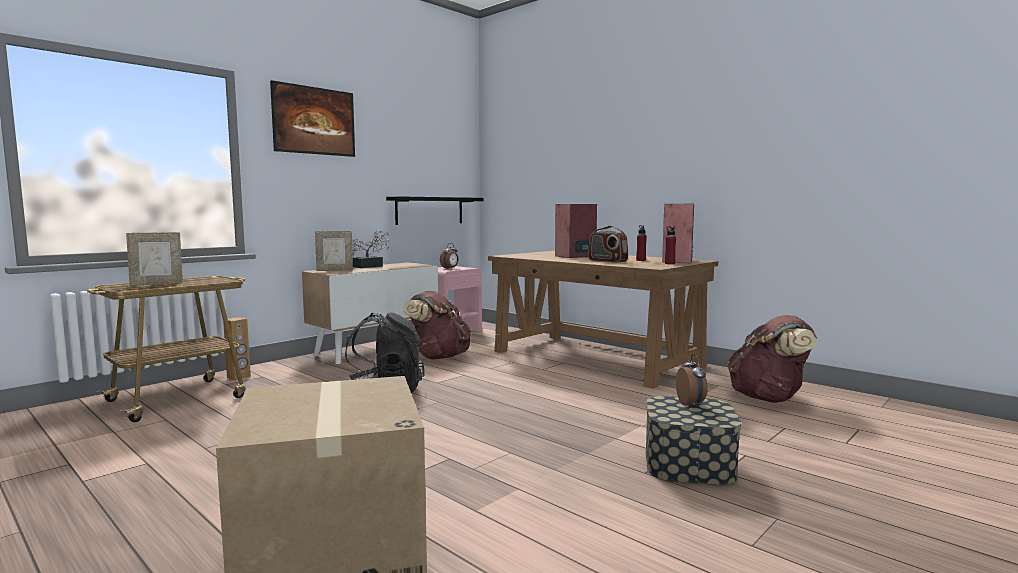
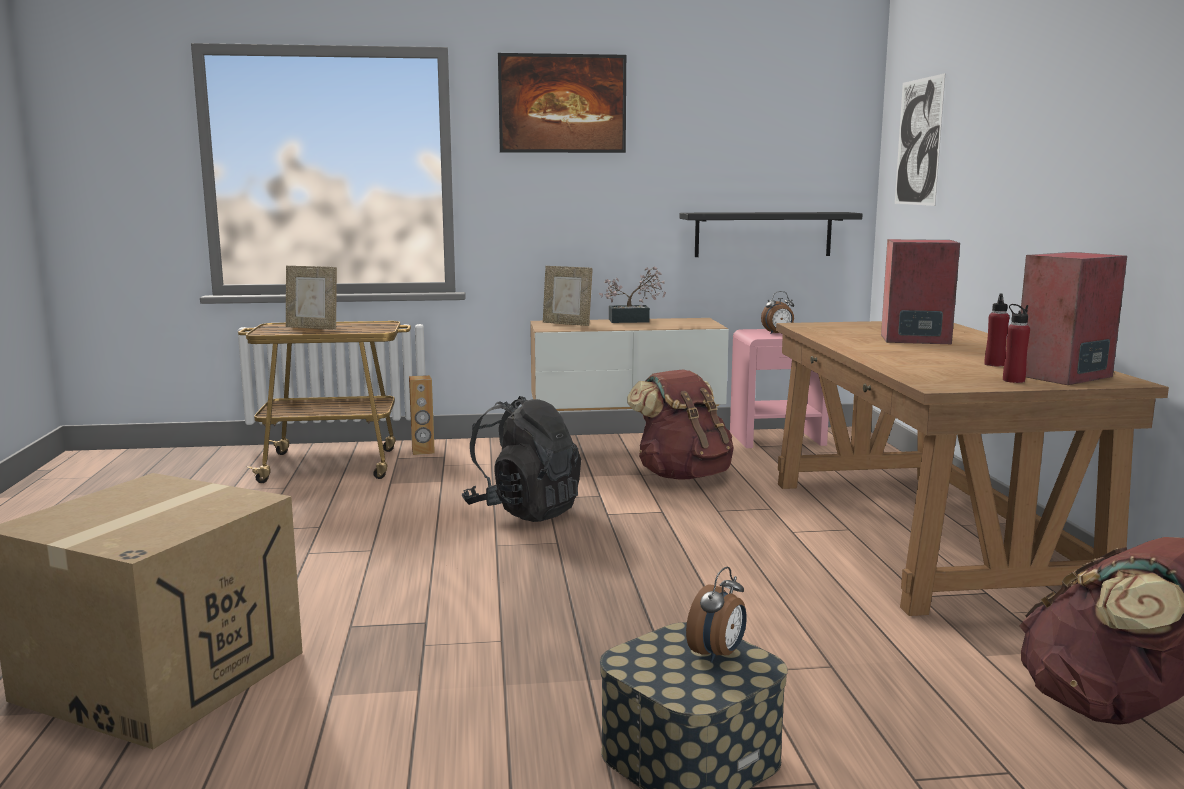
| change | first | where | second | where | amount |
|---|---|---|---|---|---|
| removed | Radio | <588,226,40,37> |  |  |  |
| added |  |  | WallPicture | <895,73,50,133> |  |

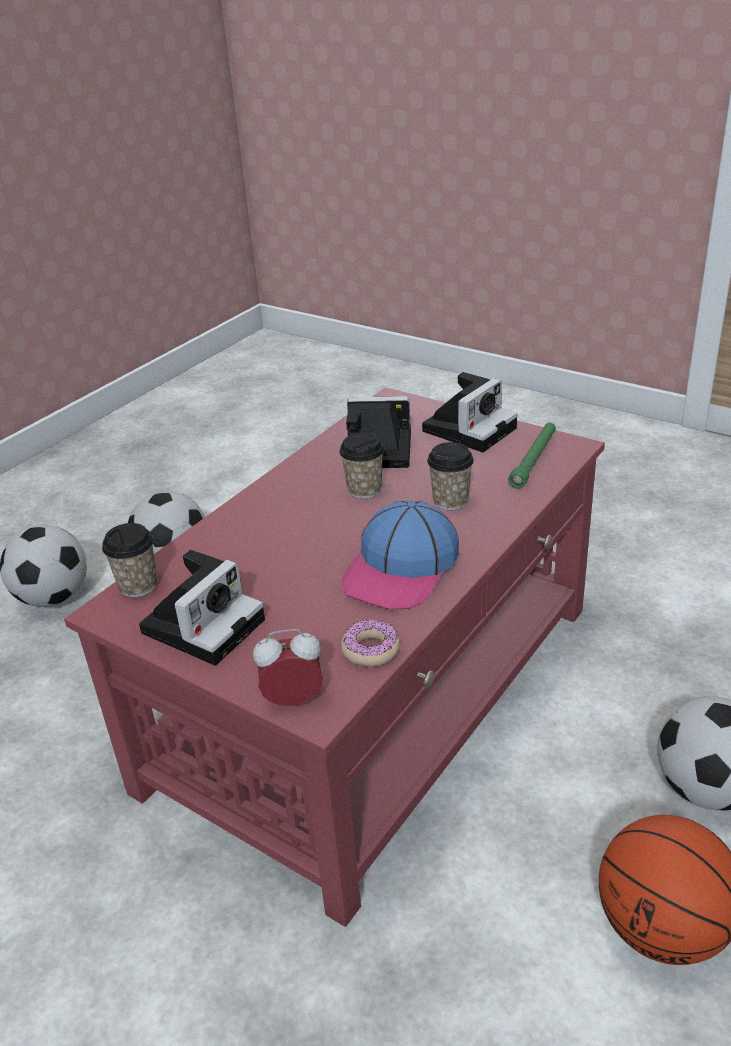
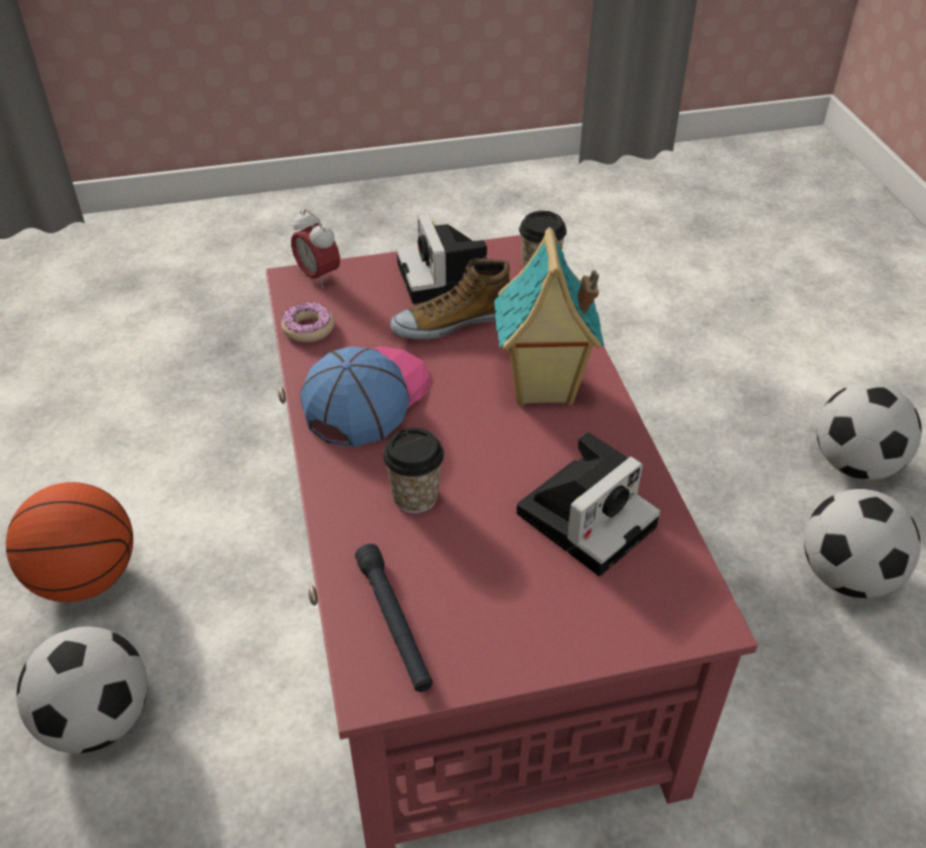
| change | first | where | second | where | amount |
|---|---|---|---|---|---|
| removed | DrinkingCup | <339,433,45,66> |  |  |  |
| removed | StillCamera | <422,372,96,81> |  |  |  |
| added |  |  | Shoe | <390,258,120,82> |  |
| added |  |  | ModelHouse | <494,228,110,179> |  |
| recoloured | GreenHandTorch | <508,423,48,66> | BlackishHandTorch | <355,544,78,148> |  |
| turned | AlarmClock | <253,629,70,77> |  | <291,209,49,80> | 105 degrees clockwise |
| turned | BaseballCap | <341,500,118,110> |  | <300,346,130,101> | 45 degrees clockwise |

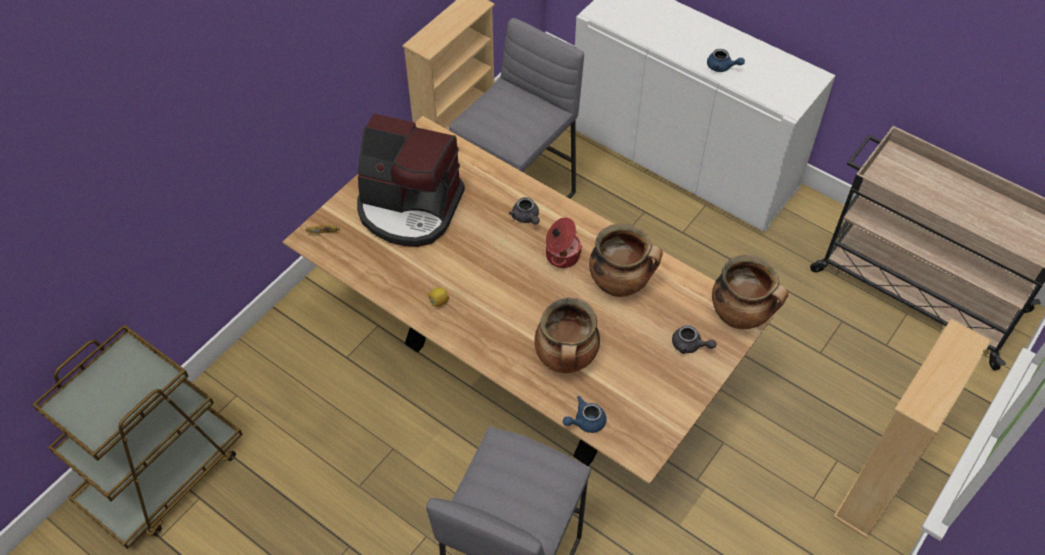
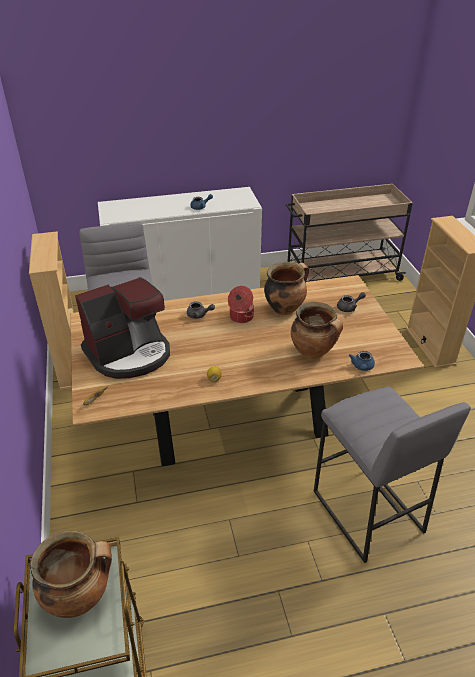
| change | first | where | second | where | amount |
|---|---|---|---|---|---|
| moved | Saucepot | <712,255,76,74> |  | <30,531,82,87> |  |

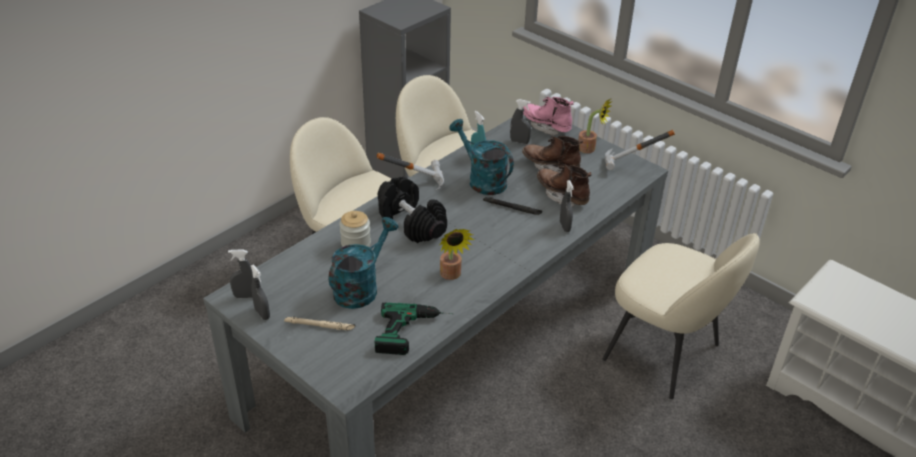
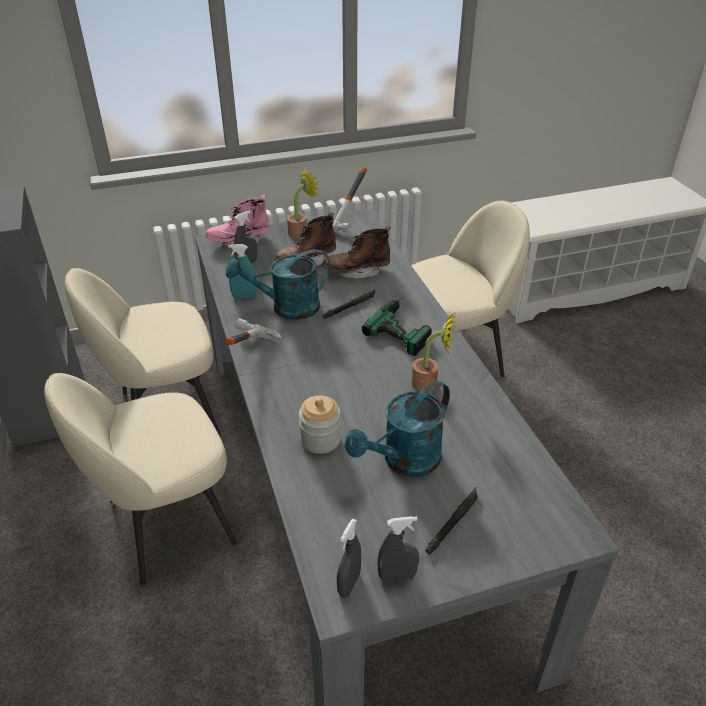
| change | first | where | second | where | amount |
|---|---|---|---|---|---|
| removed | BlackishFreeWeight | <378,176,69,67> |  |  |  |
| removed | GreySprayer | <560,180,14,52> |  |  |  |
| moved | PowerDrill | <375,303,78,52> |  | <362,295,70,61> |  |
| recoloured | BeigeHandTorch | <284,317,71,13> | BlackishHandTorch | <425,487,53,69> |  |
| turned | TurquoiseColouredSprinklingCan | <328,217,71,92> |  | <345,381,105,96> | 105 degrees counterclockwise |

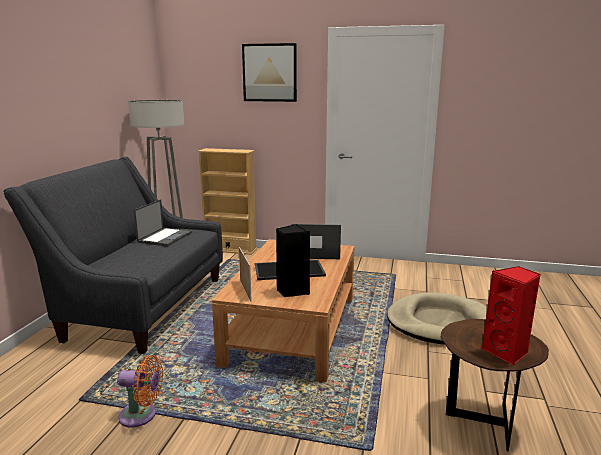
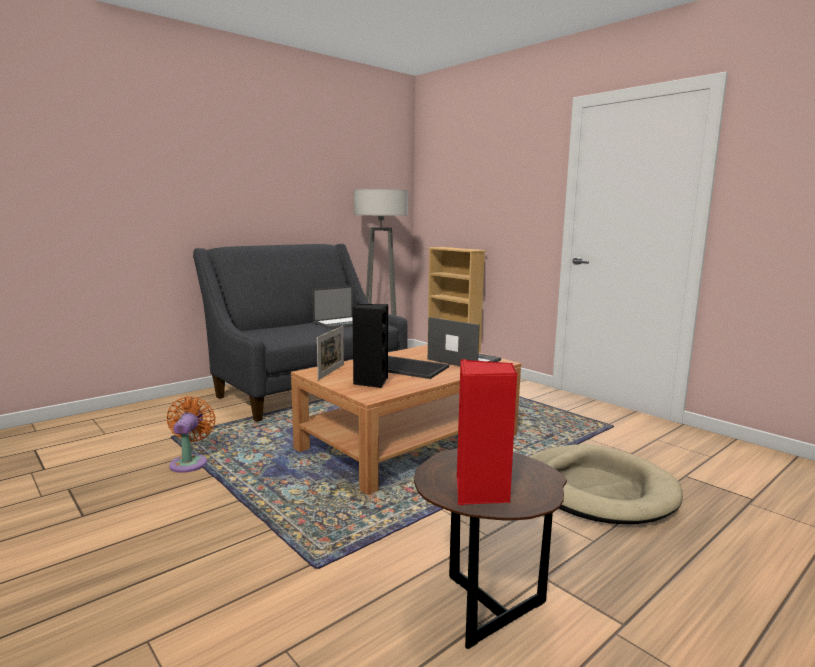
| change | first | where | second | where | amount |
|---|---|---|---|---|---|
| removed | WallPicture | <242,43,55,59> |  |  |  |
| turned | OrangeyFan | <117,355,46,72> |  | <167,396,48,77> | 135 degrees counterclockwise |

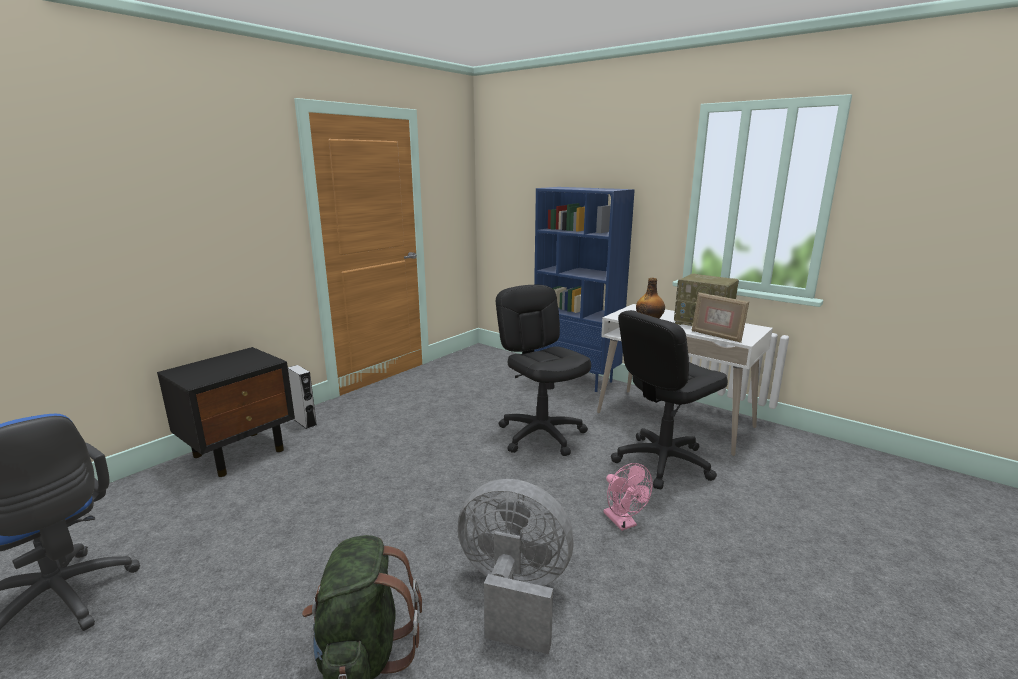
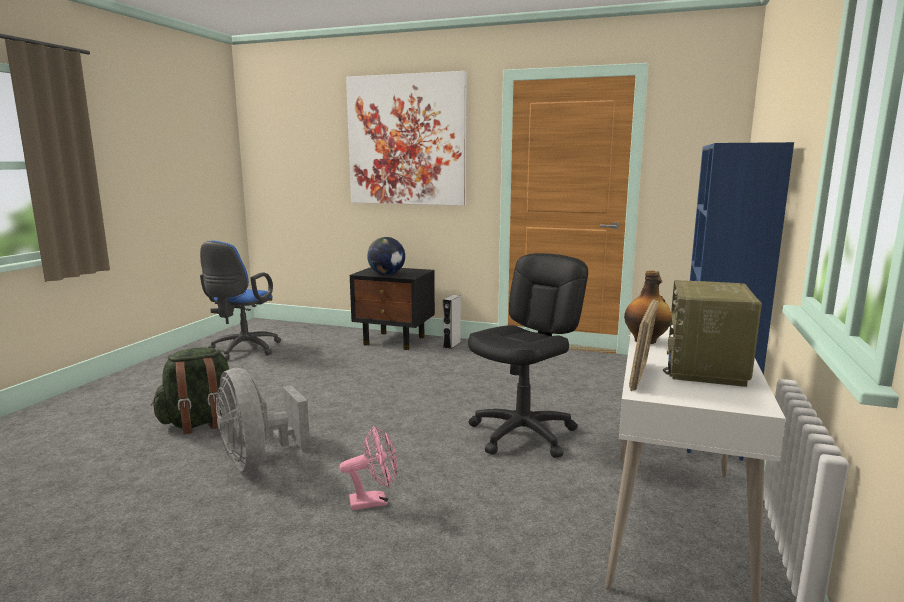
| change | first | where | second | where | amount |
|---|---|---|---|---|---|
| removed | BlackishOfficeChair | <611,310,117,179> |  |  |  |
| added |  |  | WallPicture | <346,71,121,135> |  |
| added |  |  | DeskGlobe | <367,237,38,38> |  |
| turned | GreyFan | <458,479,116,175> |  | <216,368,94,103> | 150 degrees clockwise |
| turned | PinkColouredFan | <604,463,49,68> |  | <340,426,58,84> | 150 degrees counterclockwise |

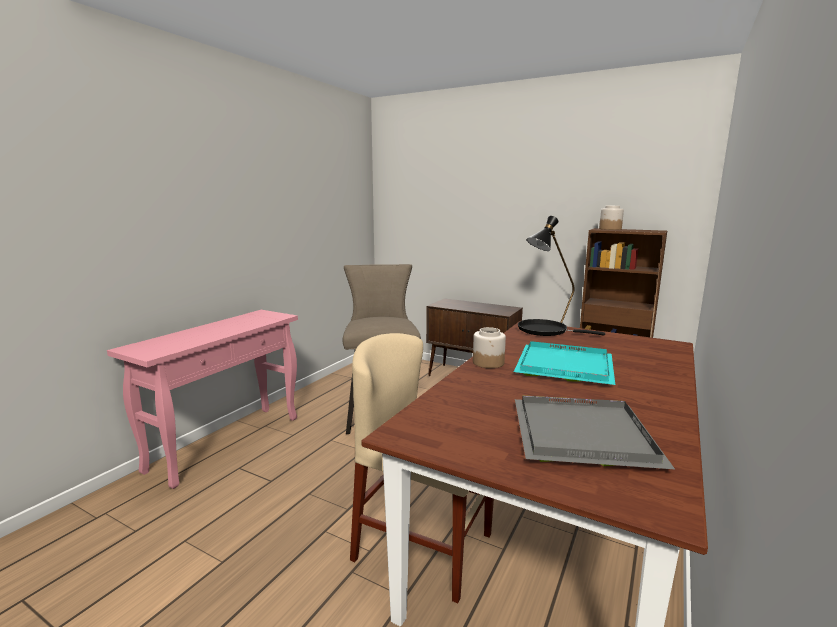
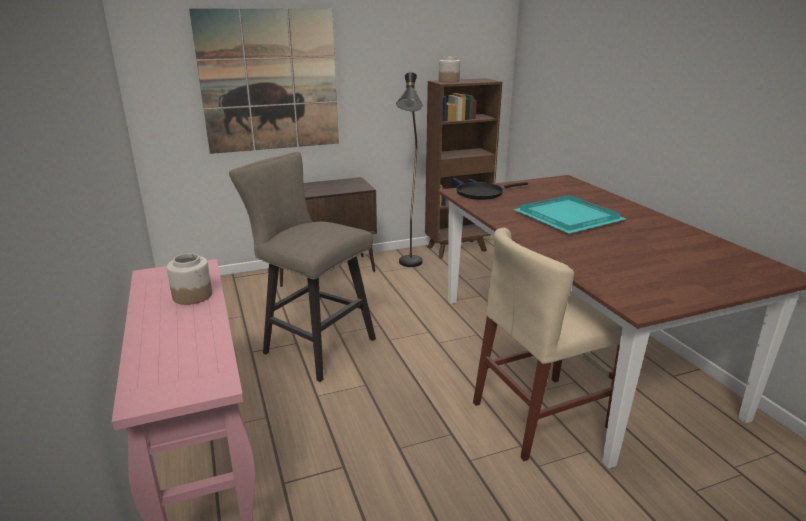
| change | first | where | second | where | amount |
|---|---|---|---|---|---|
| removed | GreyCarryingTray | <515,396,160,73> |  |  |  |
| added |  |  | WallPicture | <189,9,150,145> |  |
| moved | Jar | <473,327,33,41> |  | <167,253,45,52> |  |

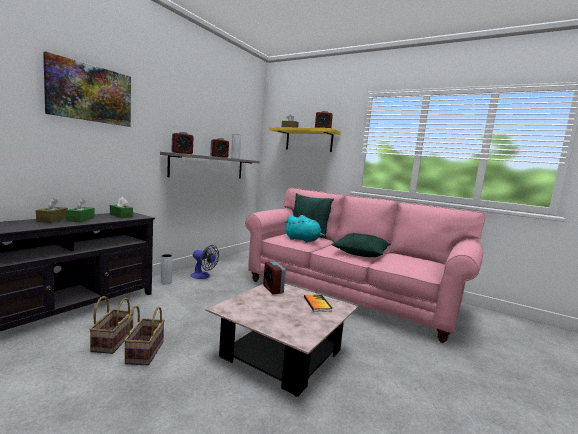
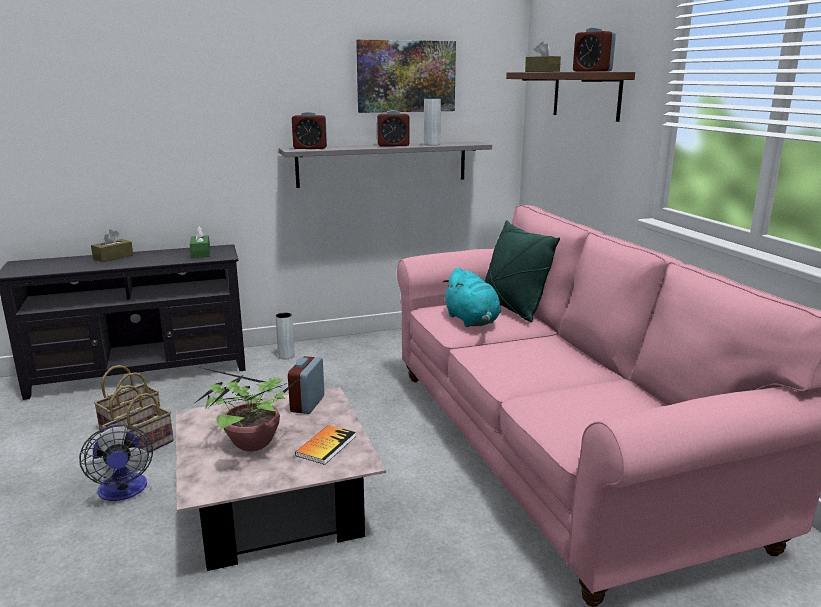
| change | first | where | second | where | amount |
|---|---|---|---|---|---|
| removed | GreenBoxOfTissues | <66,199,29,23> |  |  |  |
| removed | GreenPillow | <331,233,60,24> |  |  |  |
| added |  |  | PlantInAPot | <195,367,114,84> |  |
| moved | WallPicture | <43,51,88,76> |  | <356,39,100,74> |  |
| moved | Fan | <190,245,29,34> |  | <79,424,74,77> |  |
| recoloured | YellowishWallShelf | <269,127,72,25> | BrownWallShelf | <506,72,129,50> |  |

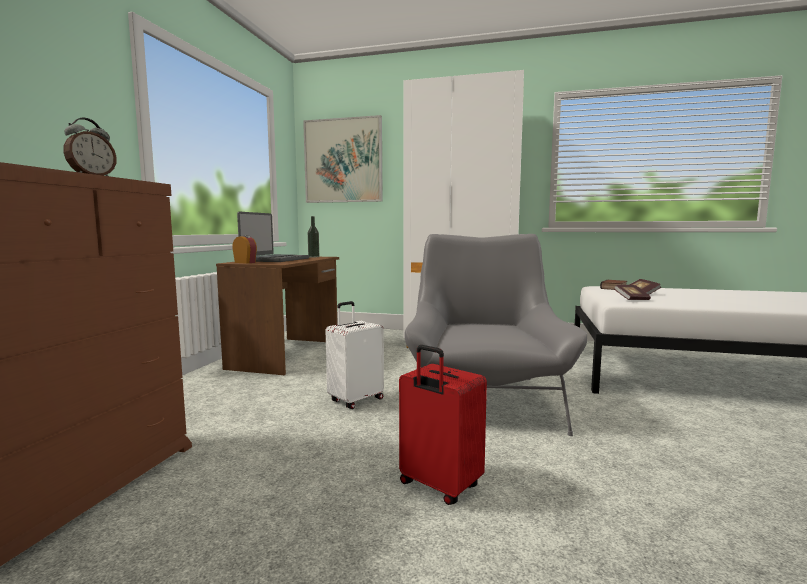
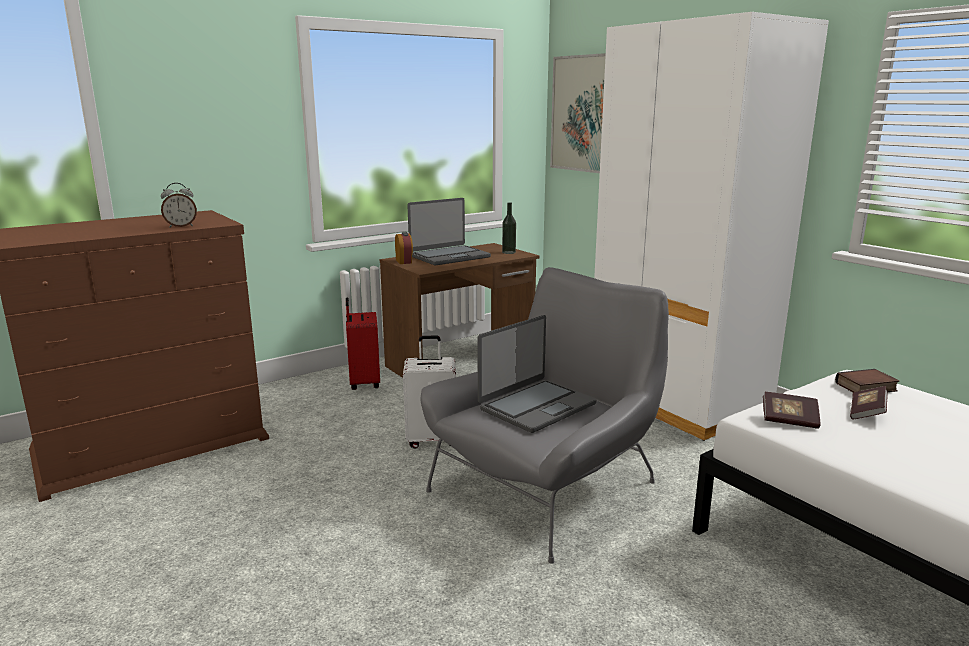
| change | first | where | second | where | amount |
|---|---|---|---|---|---|
| added |  |  | NotebookComputer | <478,315,118,118> |  |
| moved | ReddishTravelCase | <399,345,88,160> |  | <346,298,34,92> |  |

